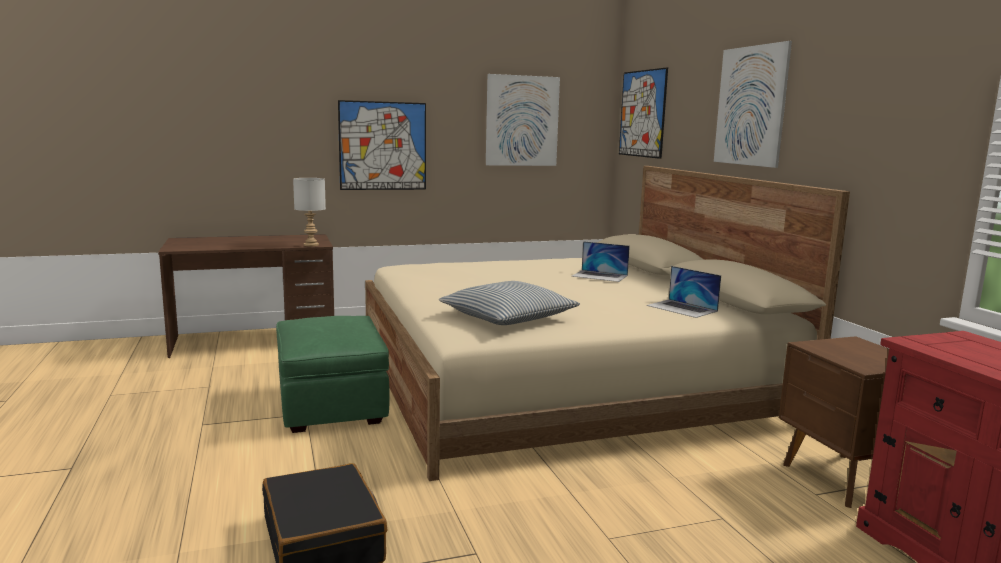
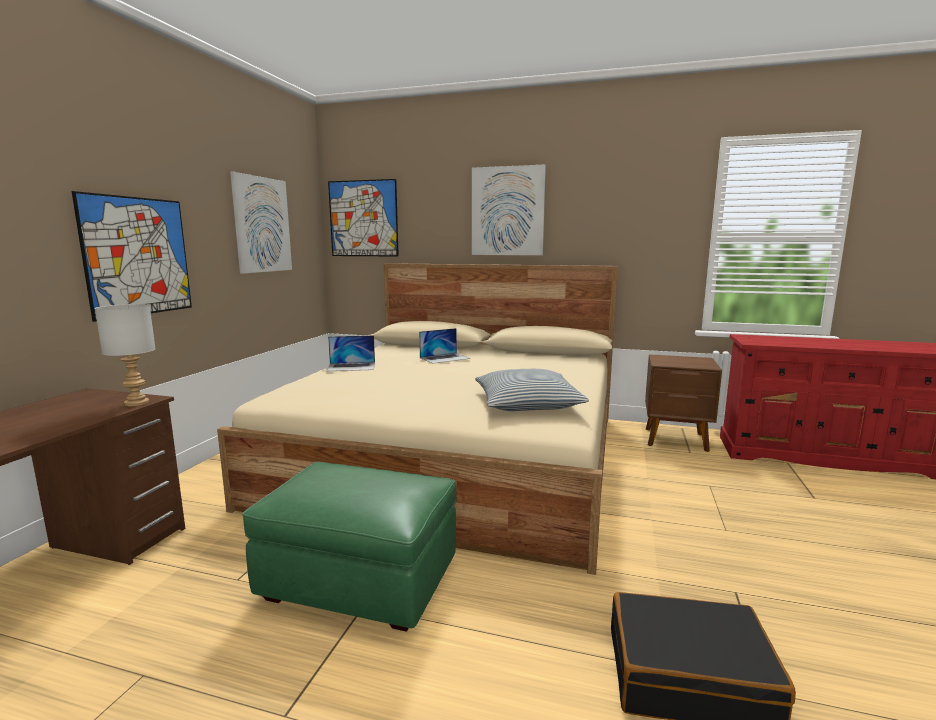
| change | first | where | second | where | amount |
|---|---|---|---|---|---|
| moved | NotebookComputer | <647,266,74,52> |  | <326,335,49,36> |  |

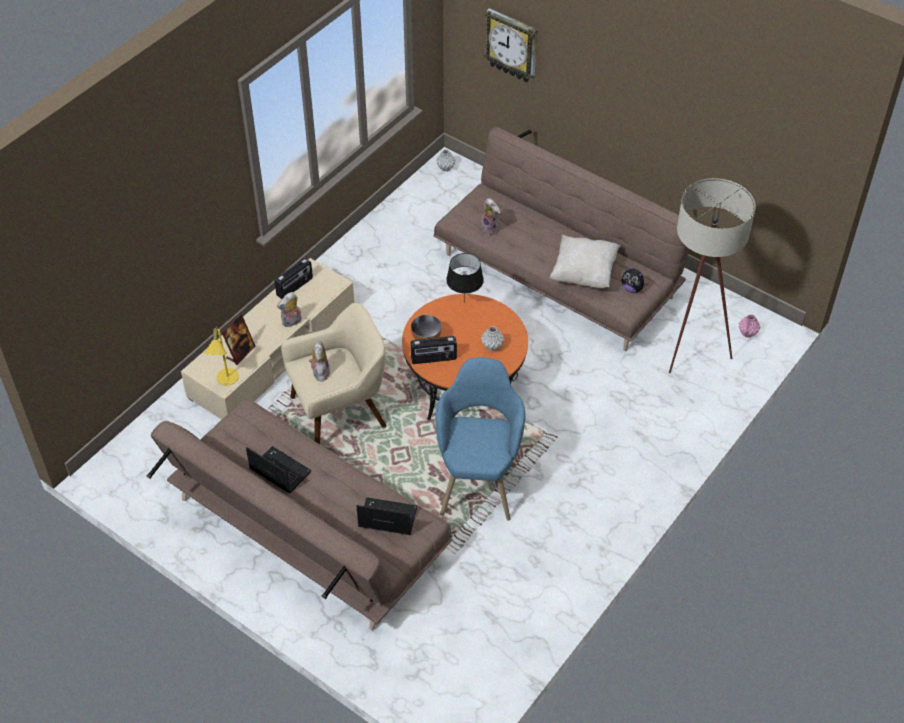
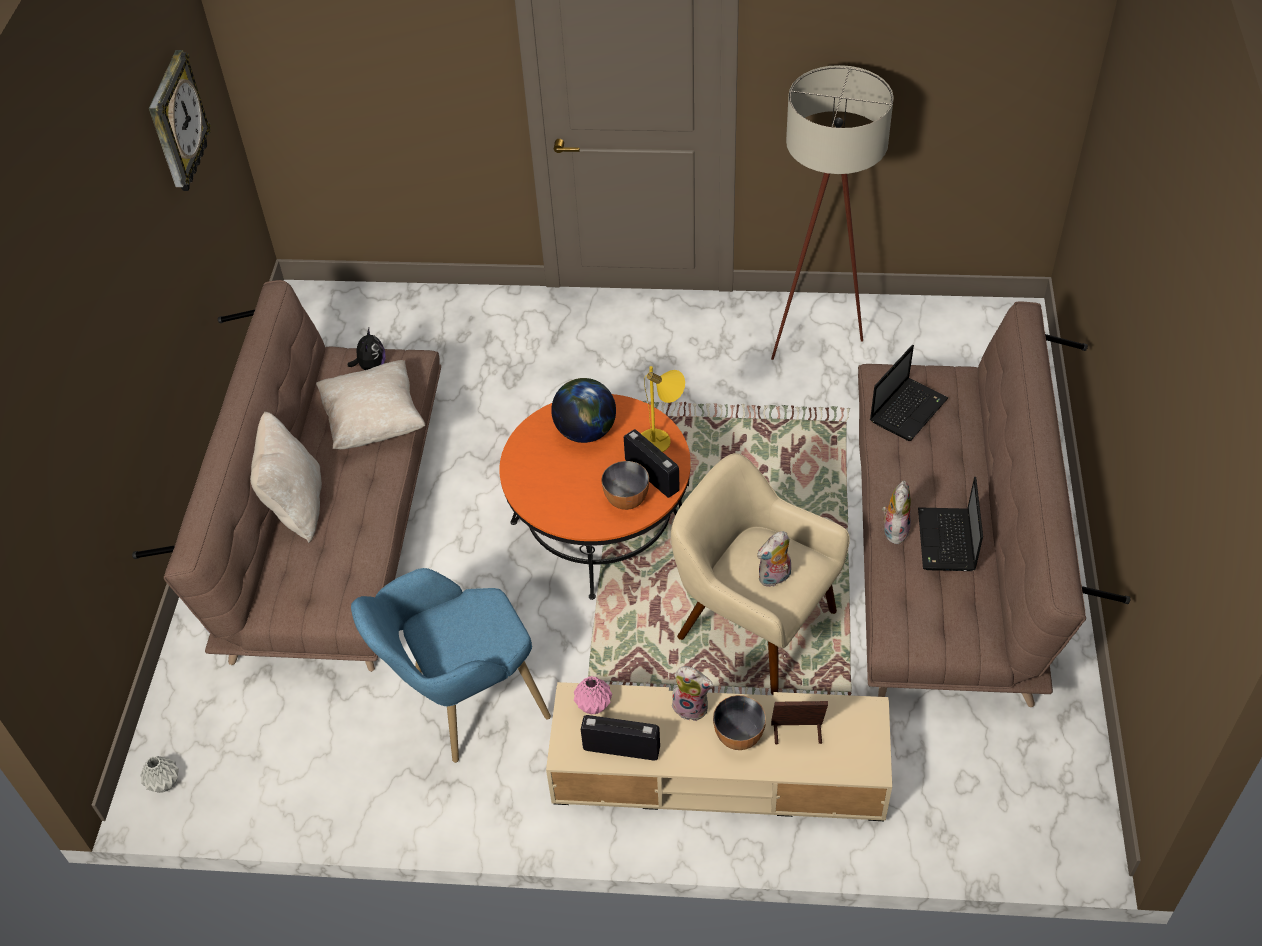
| change | first | where | second | where | amount |
|---|---|---|---|---|---|
| removed | BlackishTableLamp | <446,253,38,41> |  |  |  |
| added |  |  | BeigePillow | <250,412,72,131> |  |
| added |  |  | Bowl | <713,695,53,55> |  |
| moved | YellowishTableLamp | <204,326,35,60> |  | <641,366,44,86> |  |
| moved | BlueColouredLoungeChair | <435,357,90,164> |  | <351,568,200,195> |  |
| moved | CuddlyToy | <481,198,20,37> |  | <882,480,29,64> |  |
| moved | ClockOnTheWall | <484,8,53,75> |  | <149,50,62,141> |  |
| moved | BeigeFloorLamp | <669,178,86,195> |  | <771,65,123,295> |  |
| moved | PinkColouredFlowerVase | <739,314,22,24> |  | <574,676,39,38> |  |
| replaced | GreyFlowerVase | <481,326,23,25> | DeskGlobe | <551,378,65,65> |  |
| turned | NotebookComputer | <357,497,61,38> |  | <870,345,78,96> | 120 degrees counterclockwise |

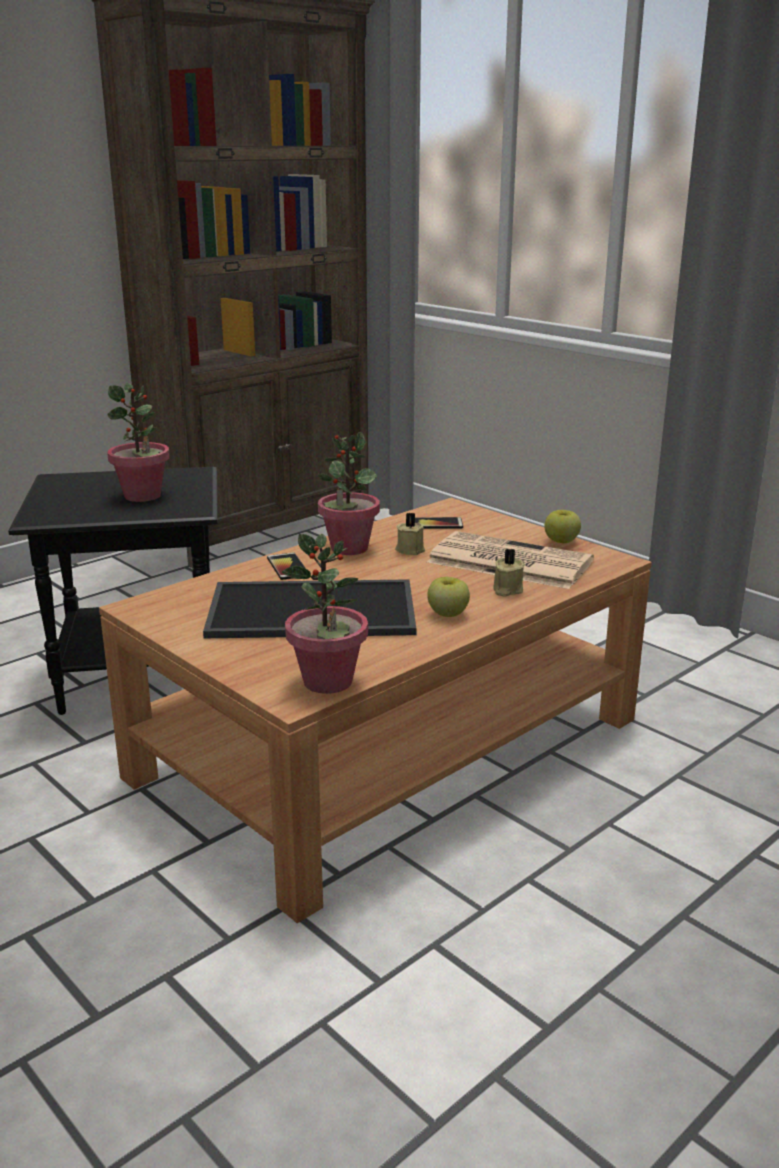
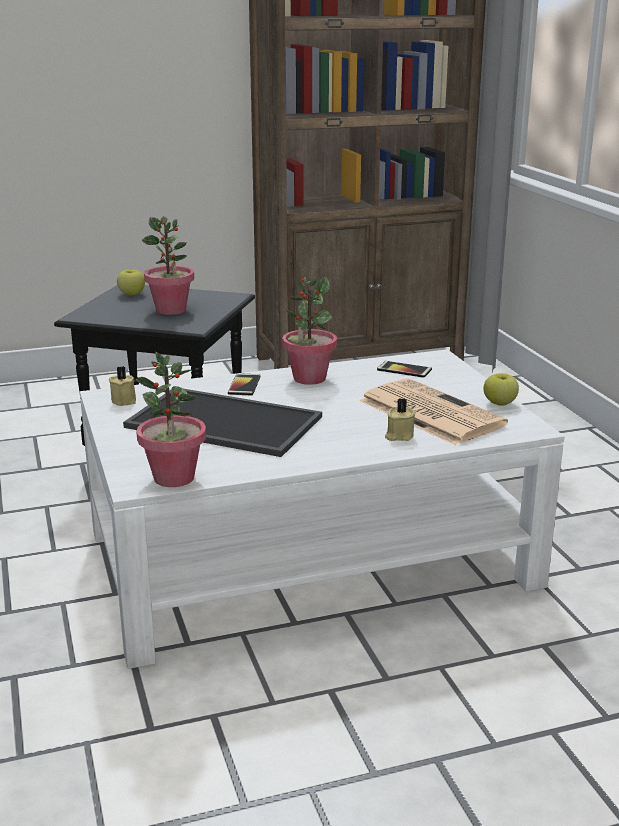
| change | first | where | second | where | amount |
|---|---|---|---|---|---|
| moved | BeigeCandle | <395,513,30,42> |  | <109,366,27,40> |  |
| moved | AppleFruit | <427,577,43,40> |  | <117,269,28,26> |  |
| recoloured | BrownLoungeTable | <99,498,553,425> | WhitishLoungeTable | <80,349,485,320> |  |

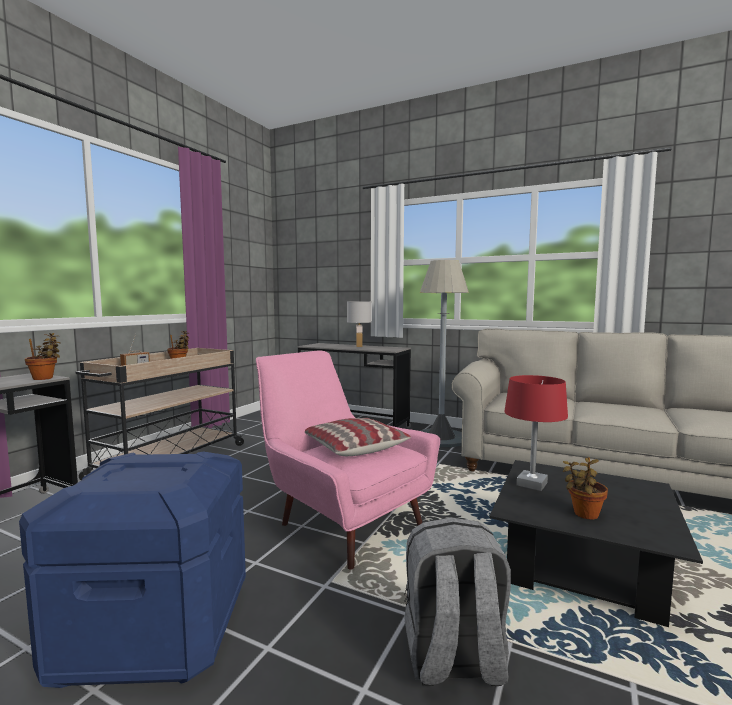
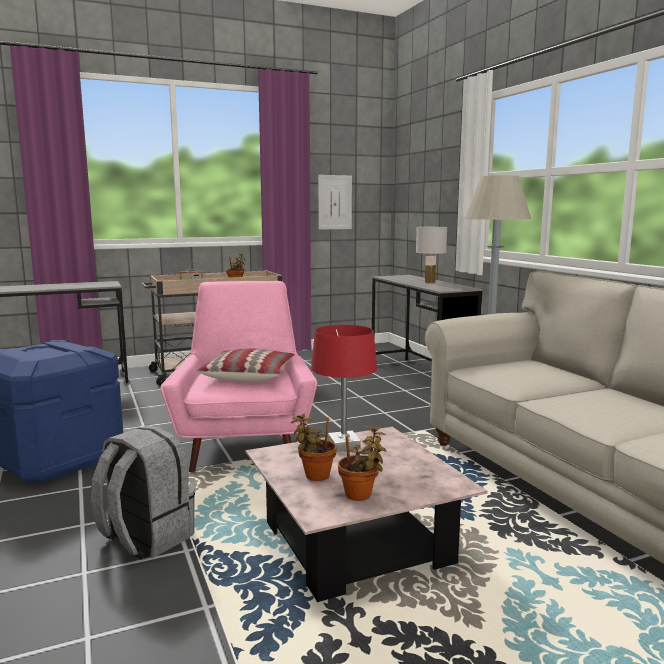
| change | first | where | second | where | amount |
|---|---|---|---|---|---|
| added |  |  | WallPicture | <318,175,34,55> |  |
| moved | PlantInAPot | <25,333,36,47> |  | <338,426,48,75> |  |
| recoloured | BlackishLoungeTable | <489,460,214,167> | PinkColouredLoungeTable | <246,427,242,175> |  |

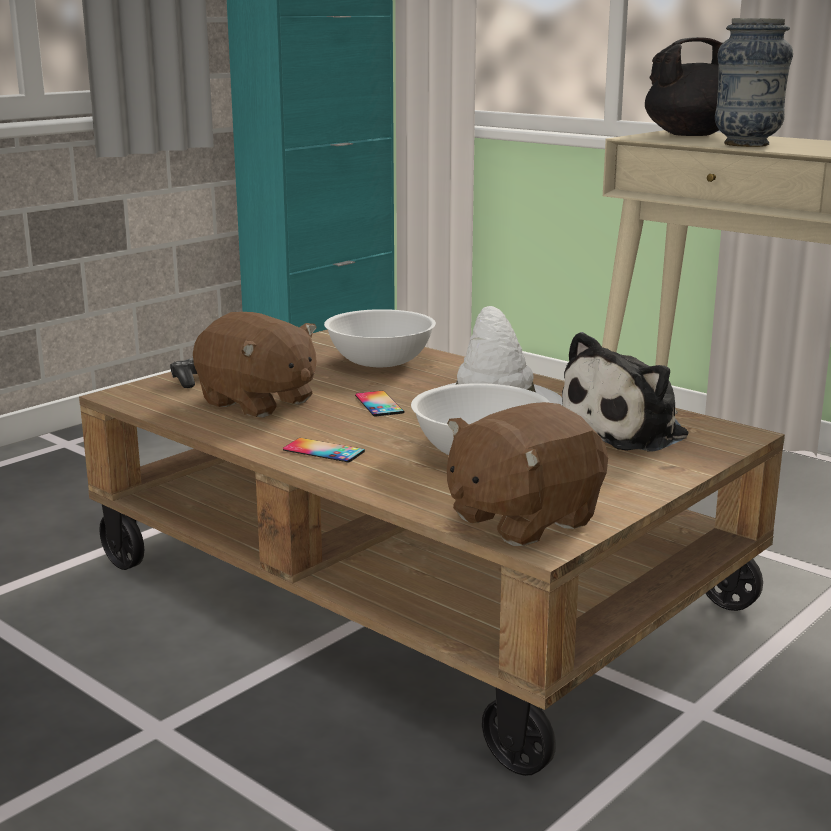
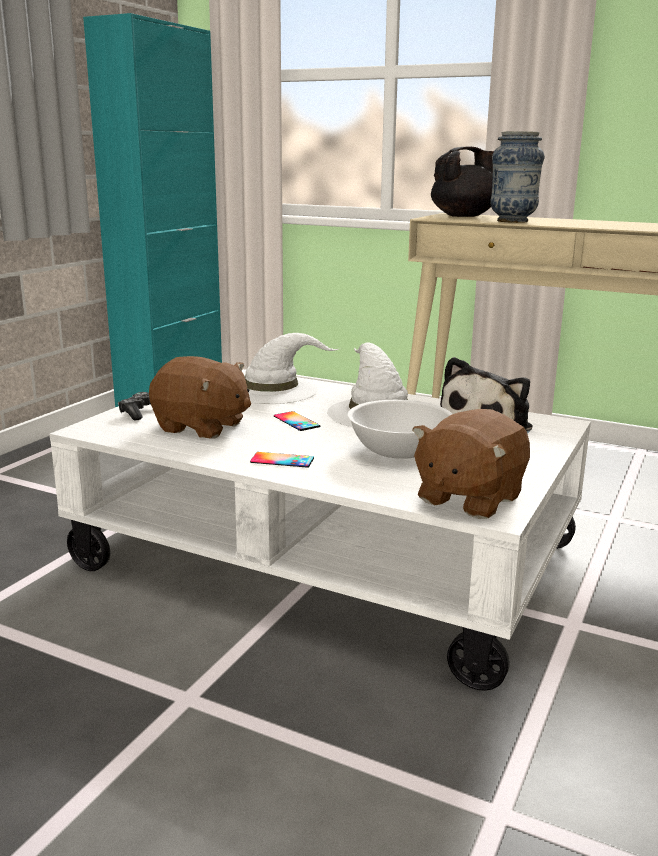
| change | first | where | second | where | amount |
|---|---|---|---|---|---|
| replaced | WhitishBowl | <324,309,112,58> | WhitishWearableHat | <244,333,94,71> |  |
| recoloured | BrownLoungeTable | <79,329,706,447> | WhitishLoungeTable | <50,369,541,322> |  |

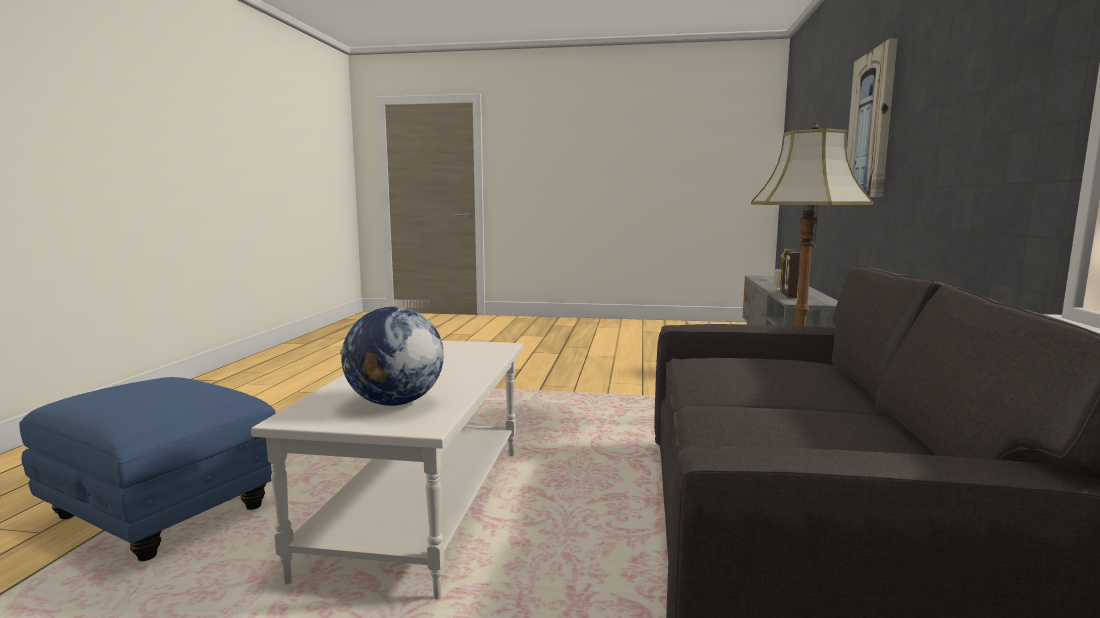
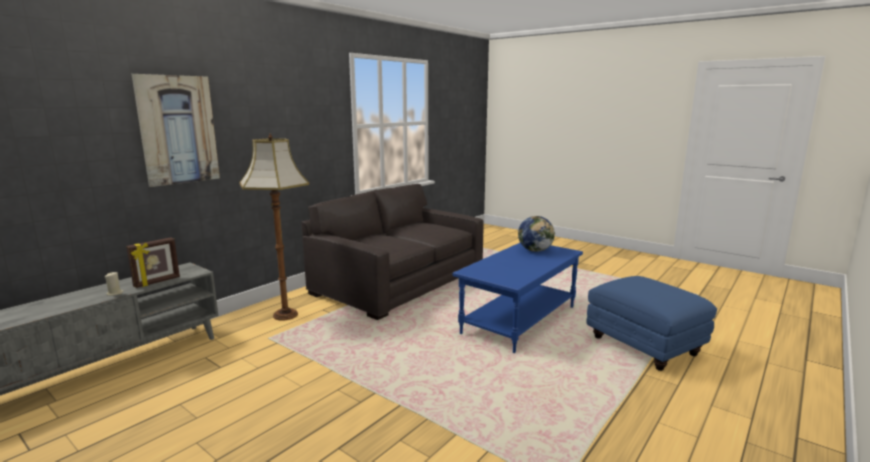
| change | first | where | second | where | amount |
|---|---|---|---|---|---|
| recoloured | WhitishLoungeTable | <251,341,272,259> | BlueColouredLoungeTable | <453,243,130,110> |  |

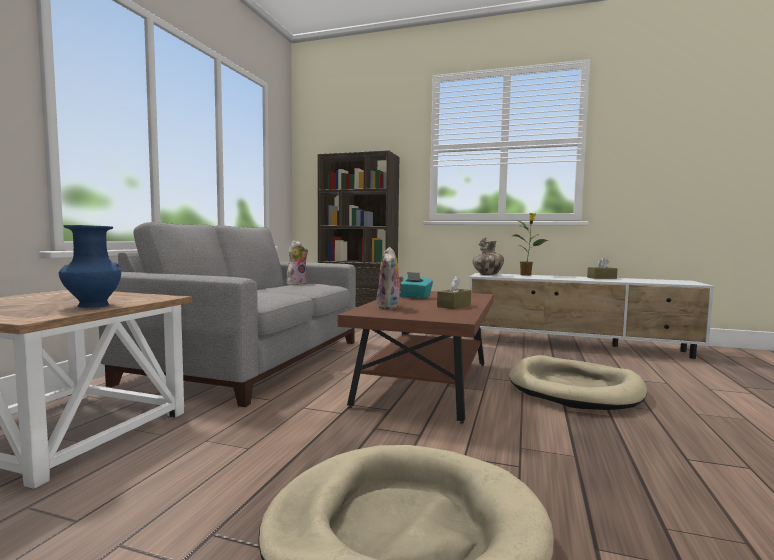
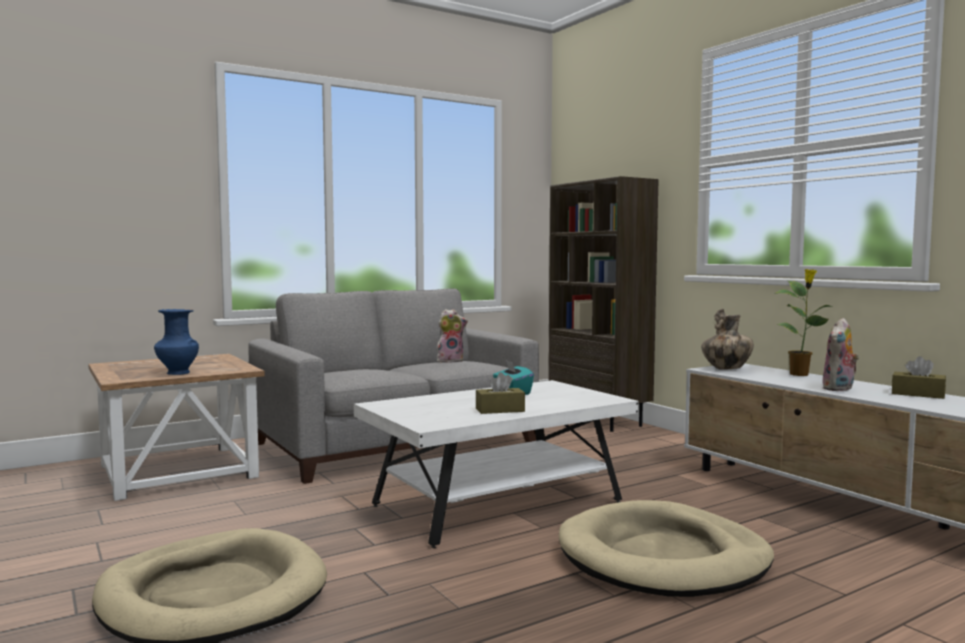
| change | first | where | second | where | amount |
|---|---|---|---|---|---|
| moved | CuddlyToy | <376,247,28,62> |  | <822,318,37,73> |  |
| recoloured | BrownLoungeTable | <338,291,156,132> | WhitishLoungeTable | <354,380,284,168> |  |

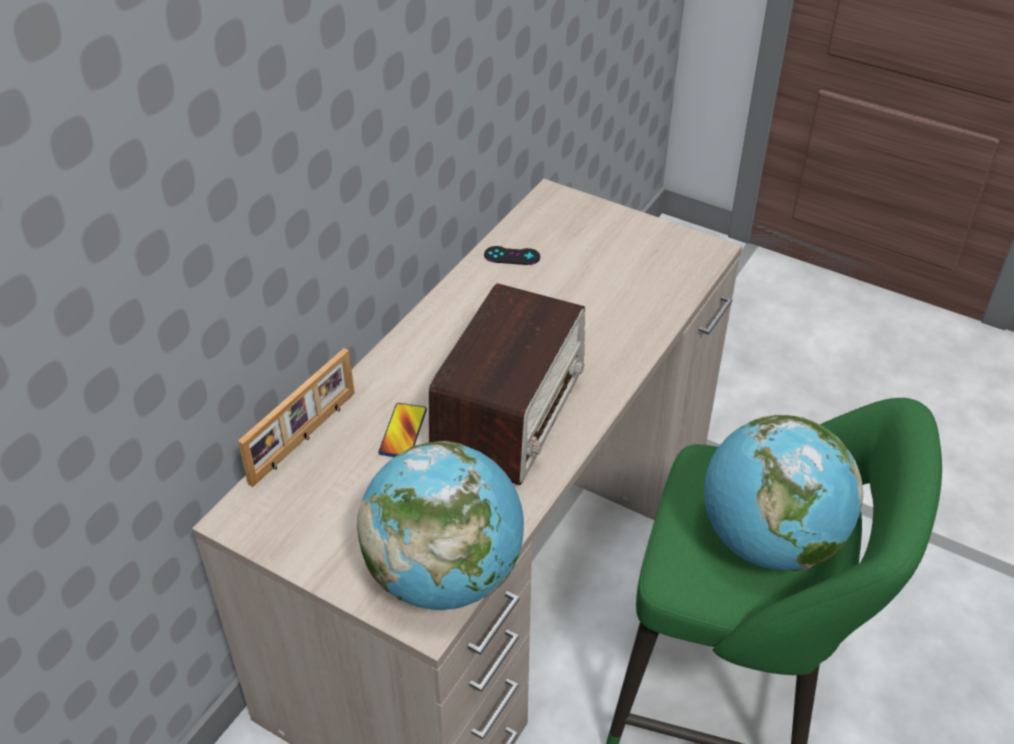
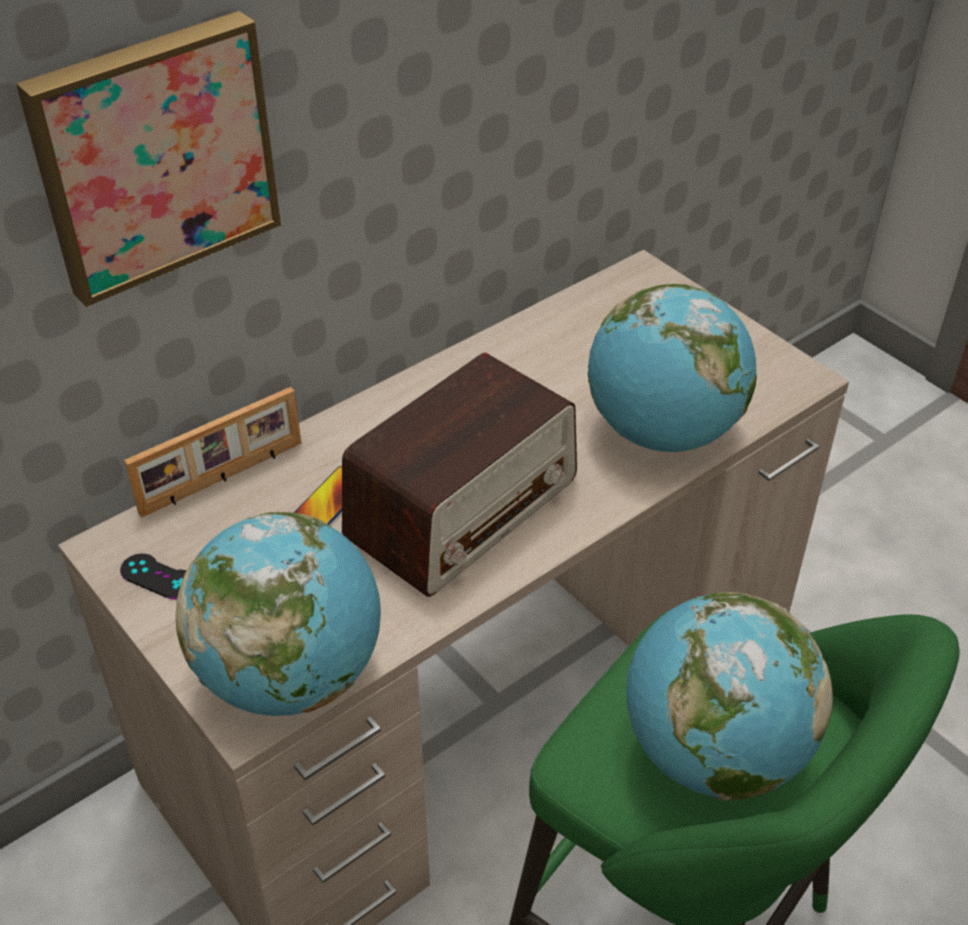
| change | first | where | second | where | amount |
|---|---|---|---|---|---|
| added |  |  | WallPicture | <16,11,265,296> |  |
| added |  |  | DeskGlobe | <588,284,169,168> |  |
| moved | BlackishGamepad | <484,246,56,19> |  | <120,554,67,45> |  |

